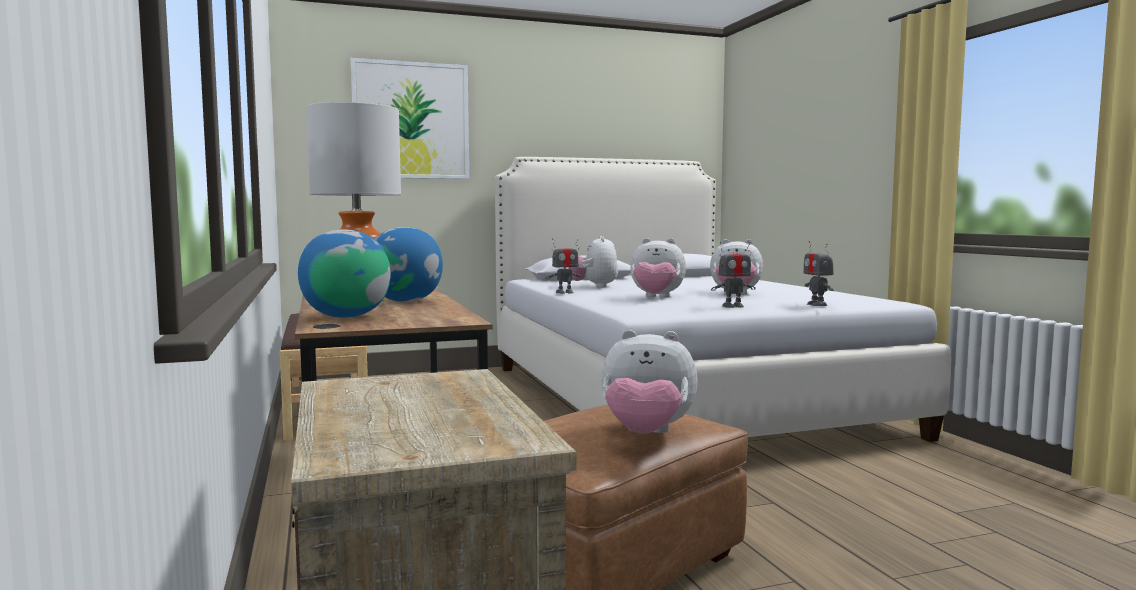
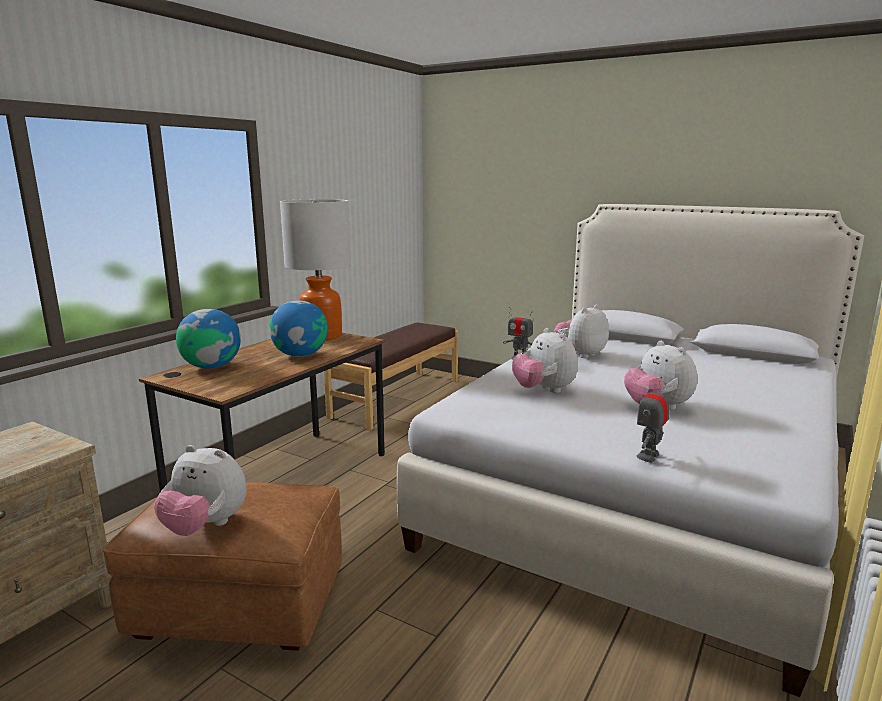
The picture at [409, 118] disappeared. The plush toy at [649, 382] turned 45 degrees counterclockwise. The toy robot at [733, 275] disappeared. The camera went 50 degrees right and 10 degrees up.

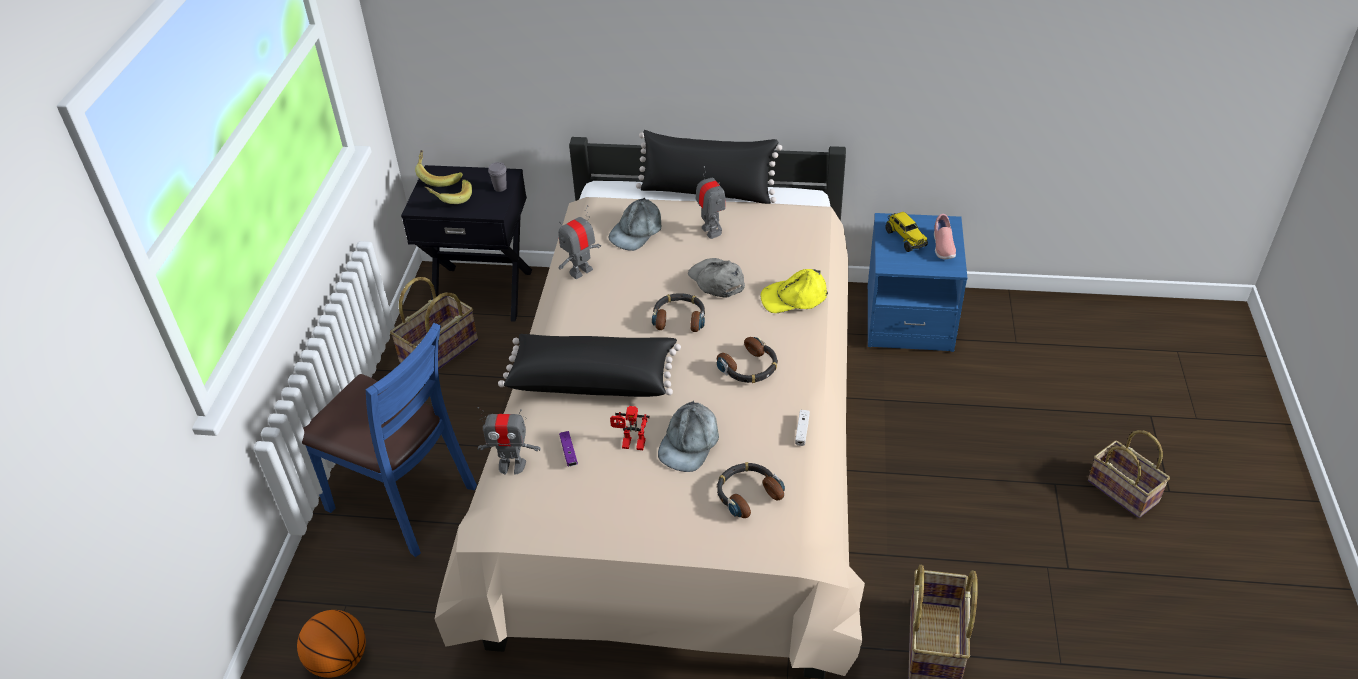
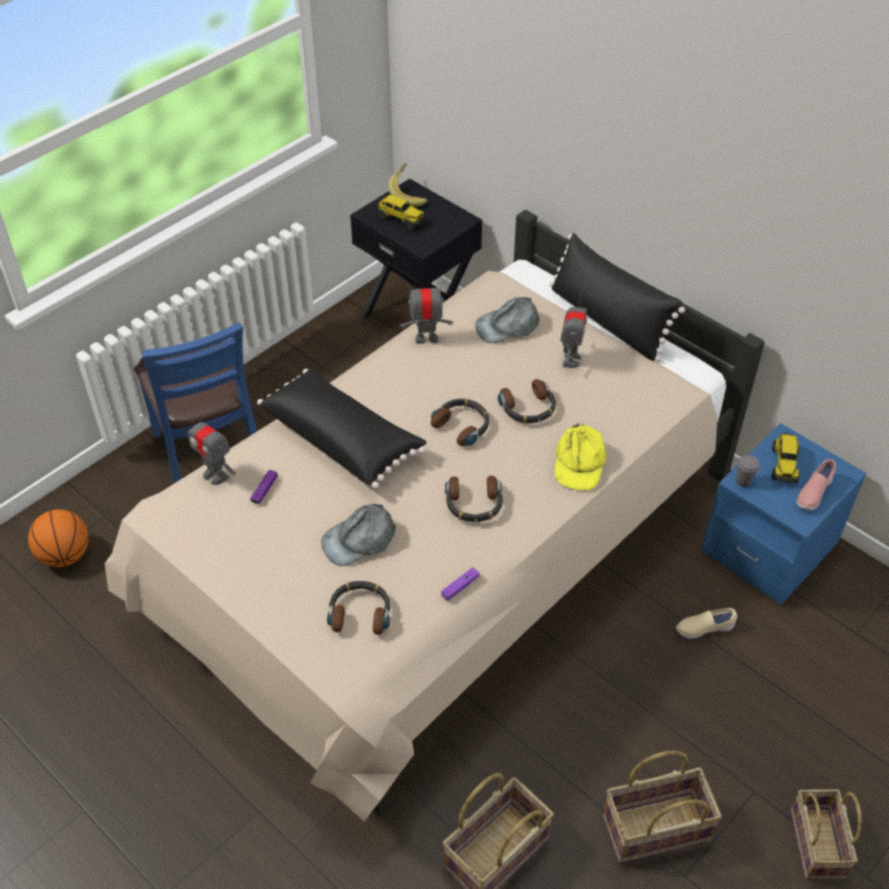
The basket moved from [434, 323] to [662, 807]. The banana at [448, 192] was replaced by the toy truck at [400, 212]. The cup (grey) moved from [497, 177] to [748, 471]. The toy robot at [630, 428] disappeared. The cap (grey) at [716, 278] was replaced by the headphones at [527, 401]. The cap (yellow) at [794, 291] turned 105 degrees counterclockwise. The game controller (white) at [802, 428] became the game controller (purple) at [460, 584]. The shoe (beige) at [706, 623] appeared. The camera went 35 degrees right and 5 degrees up.

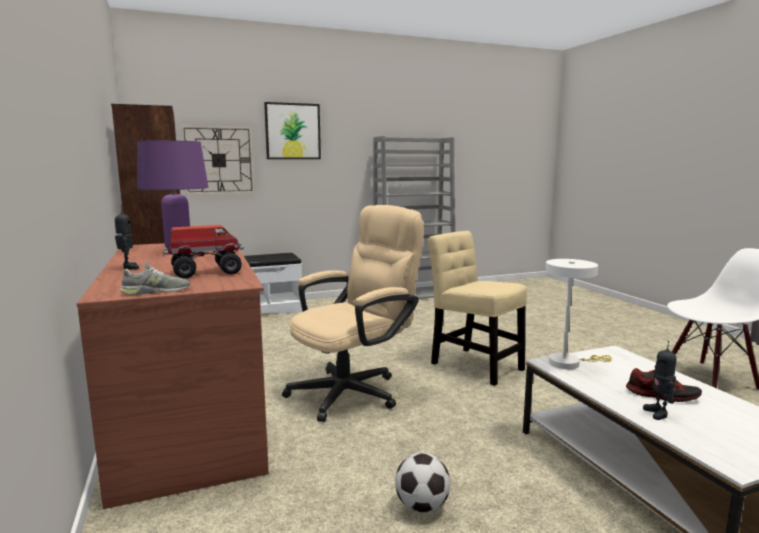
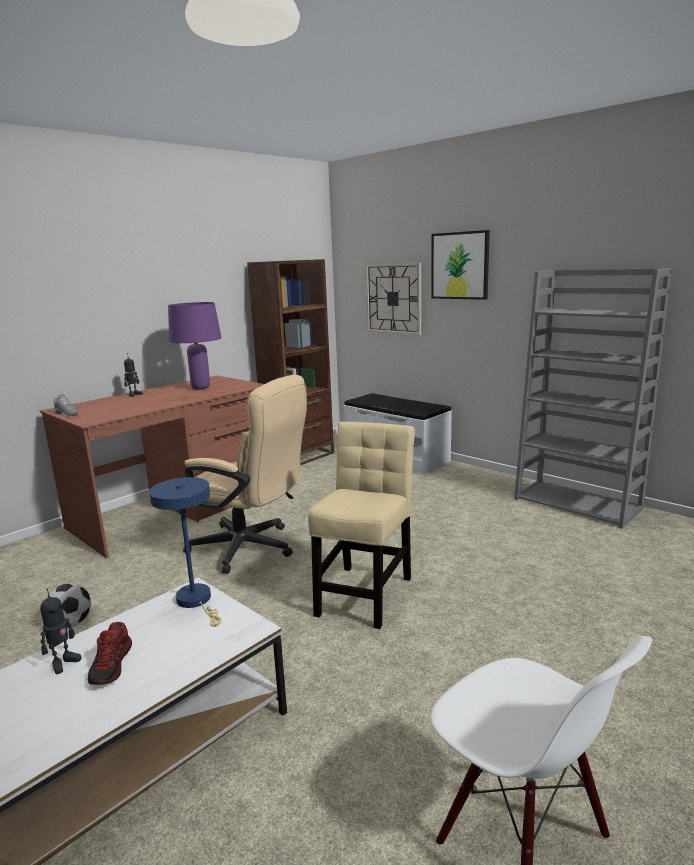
The toy truck at [203, 252] disappeared. The table lamp (white) at [578, 314] became the table lamp (blue) at [185, 552]. The toy robot at [660, 380] turned 150 degrees clockwise. The camera went 65 degrees right and 5 degrees up.

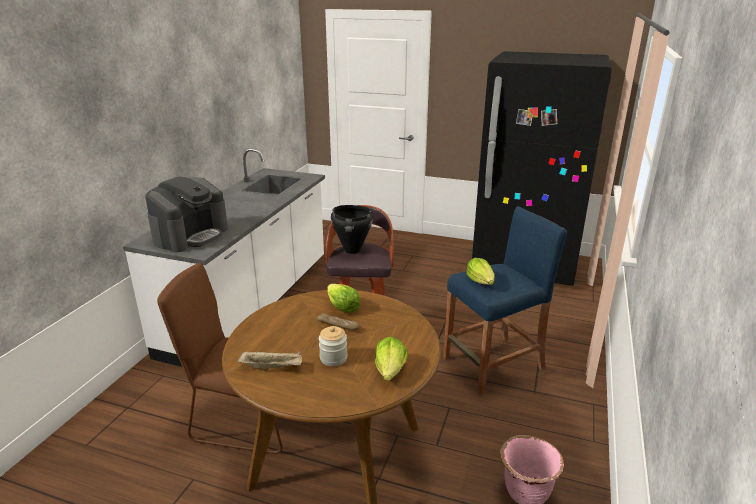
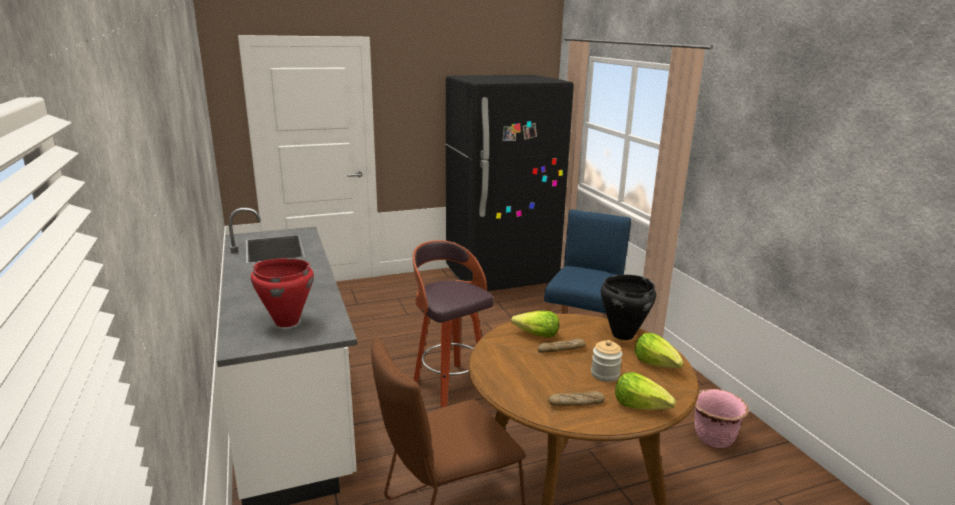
The coffee machine at [186, 214] was replaced by the cooking pot (red) at [282, 293]. The tray (beige) at [270, 361] was replaced by the bread at [576, 398]. The cooking pot (black) moved from [352, 229] to [628, 307]. The lettuce moved from [480, 271] to [645, 391]. The camera went 40 degrees left and 5 degrees down.

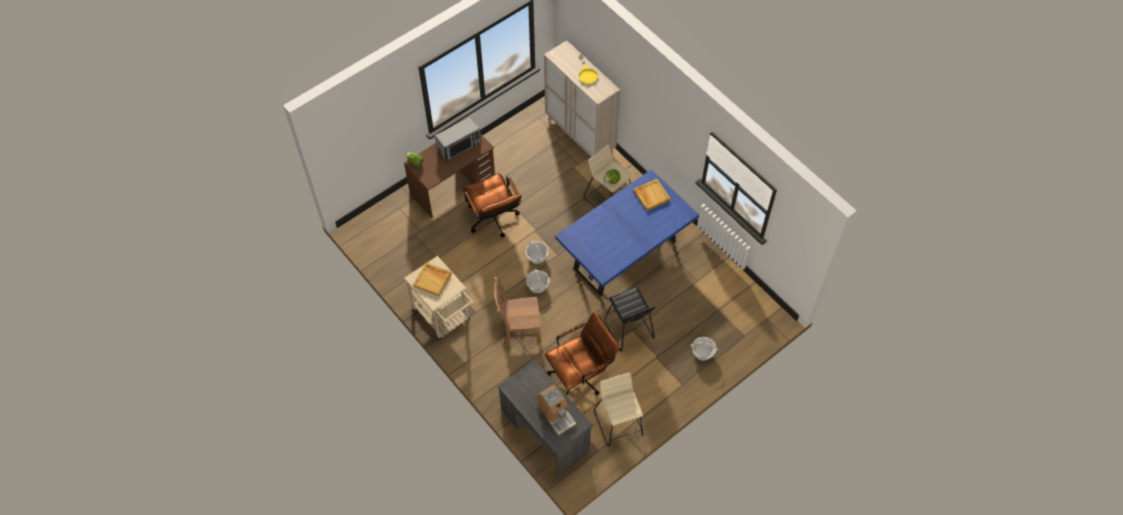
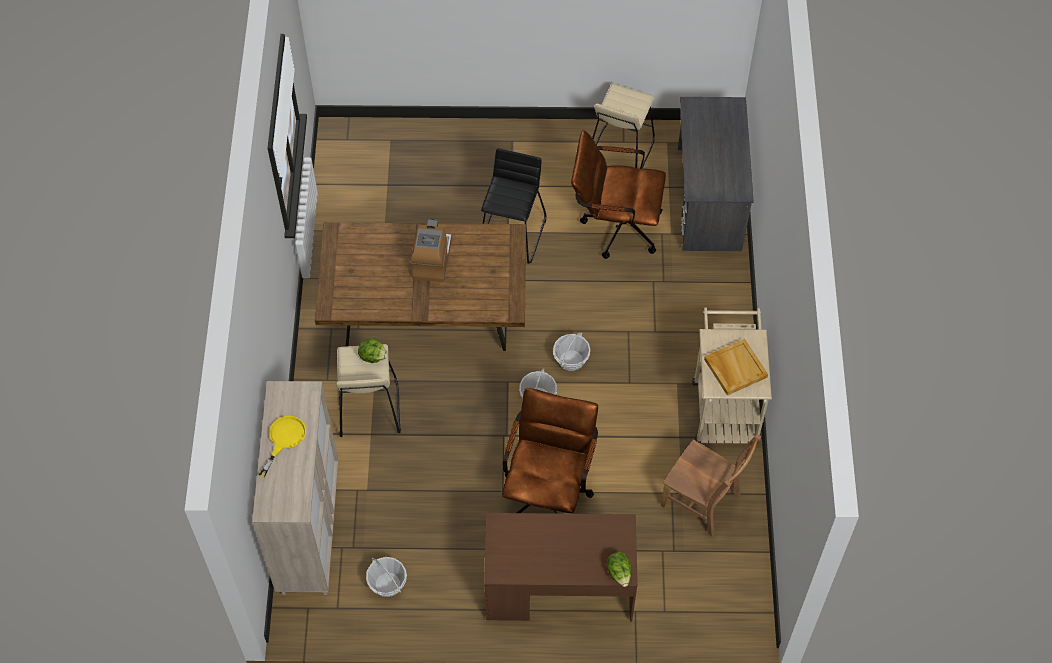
The microwave at [458, 139] disappeared. The chair (brown) moved from [517, 312] to [711, 486]. The coffee machine moved from [556, 410] to [431, 250]. The dining table (blue) at [627, 233] became the dining table (brown) at [420, 286]. The tray (beige) at [652, 195] disappeared. The basket moved from [704, 349] to [386, 577]. The camera went 140 degrees left and 0 degrees up.

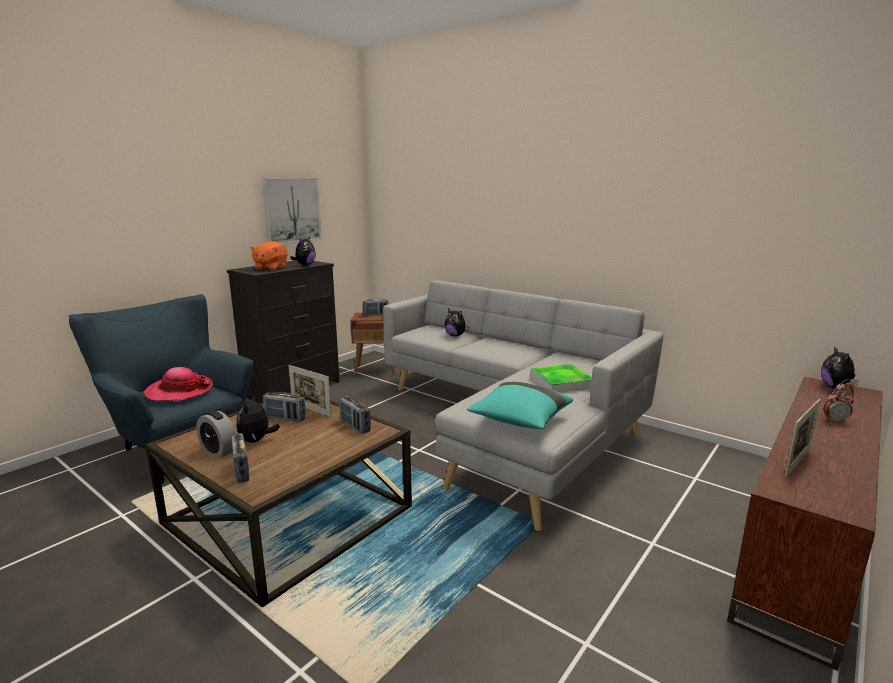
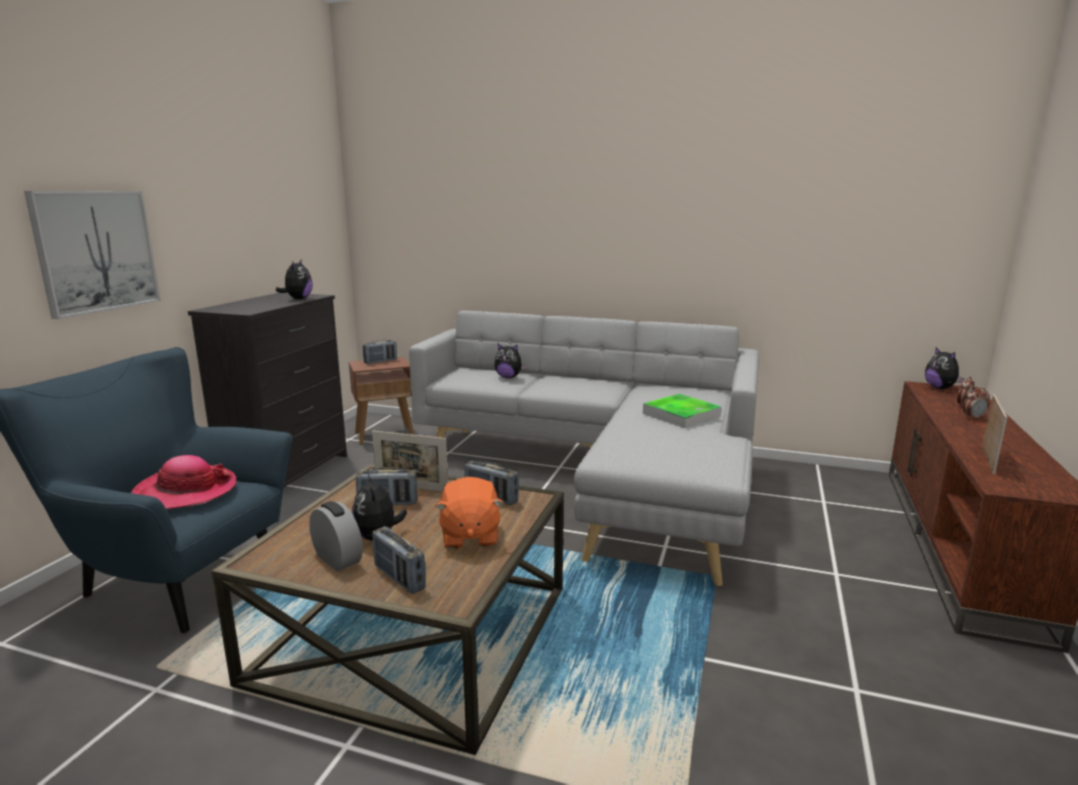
The alarm clock at [216, 434] turned 150 degrees counterclockwise. The plush toy (orange) moved from [268, 255] to [469, 513]. The picture moved from [292, 211] to [92, 255]. The pillow (turquoise) at [520, 405] disappeared. The camera went 20 degrees left and 0 degrees up.

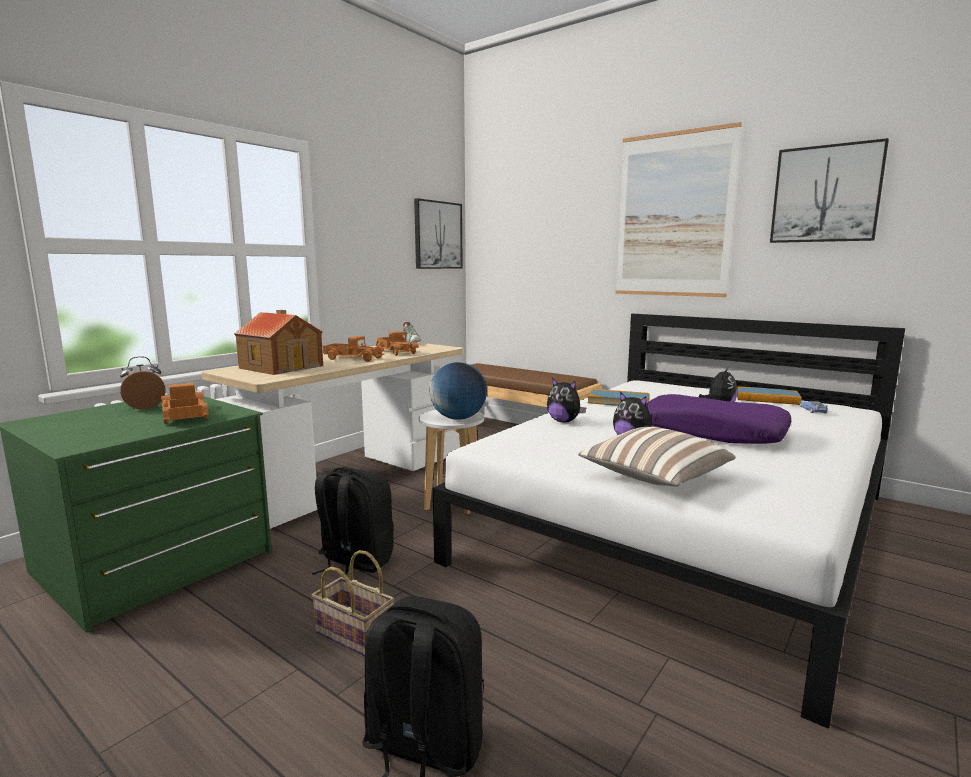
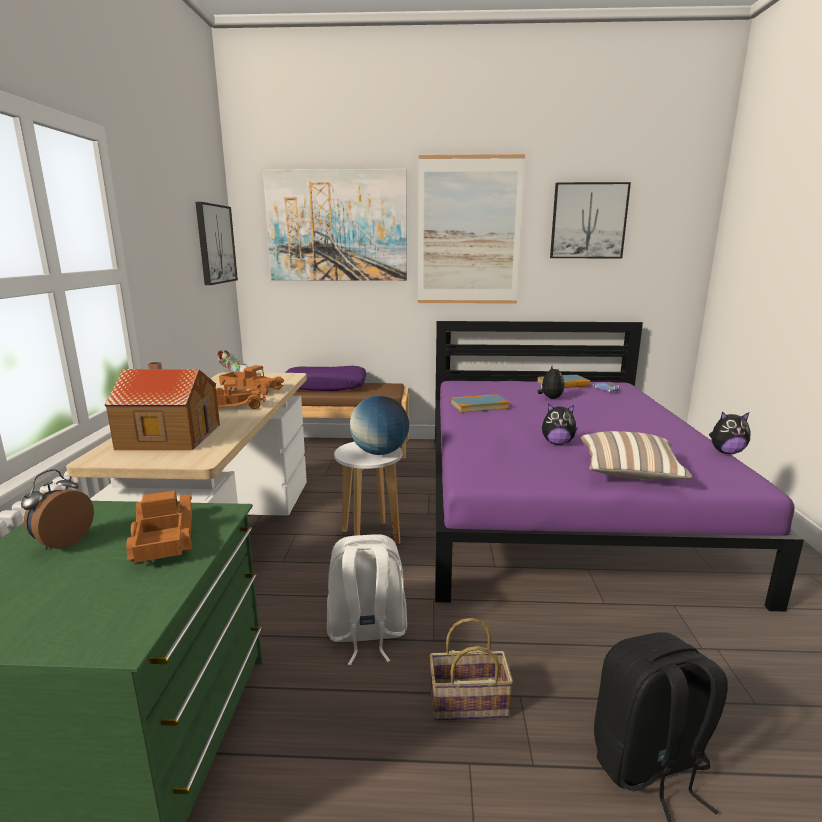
The toy truck at [185, 403] turned 45 degrees clockwise. The backpack (black) at [353, 521] became the backpack (white) at [367, 599]. The bed (white) at [669, 521] became the bed (purple) at [619, 466]. The plush toy moved from [566, 400] to [729, 432]. The pillow (purple) moved from [718, 419] to [325, 378]. The picture at [335, 225] appeared. The camera went 35 degrees left and 5 degrees up.

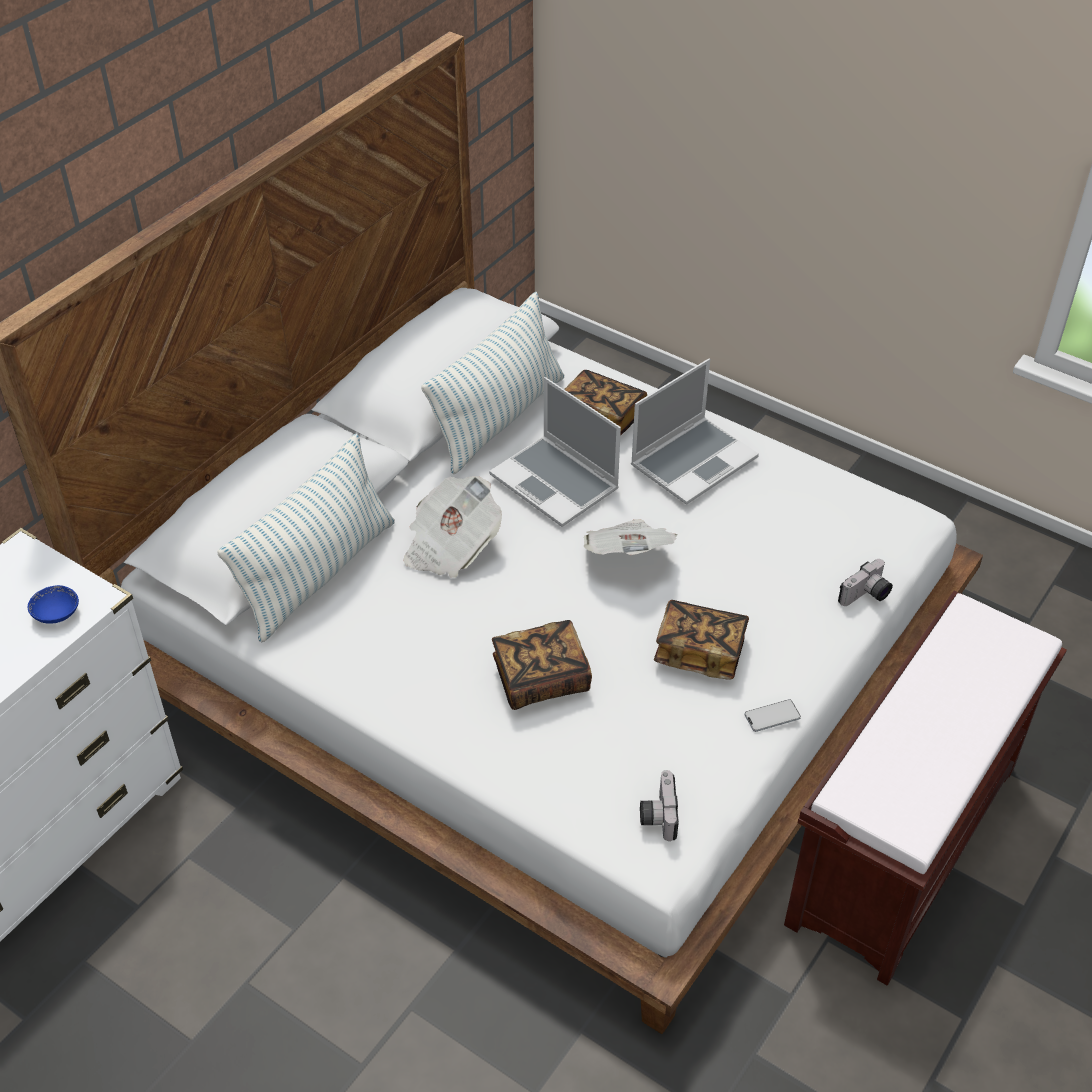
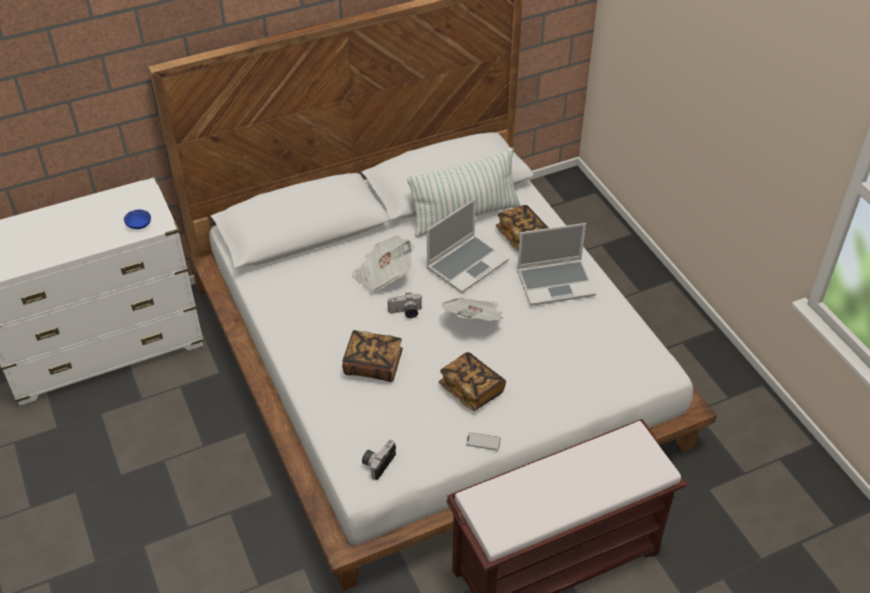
The pillow at [306, 537] disappeared. The laptop at [555, 452] turned 120 degrees counterclockwise. The photo camera moved from [865, 582] to [405, 305]. The camera went 30 degrees right and 0 degrees up.

